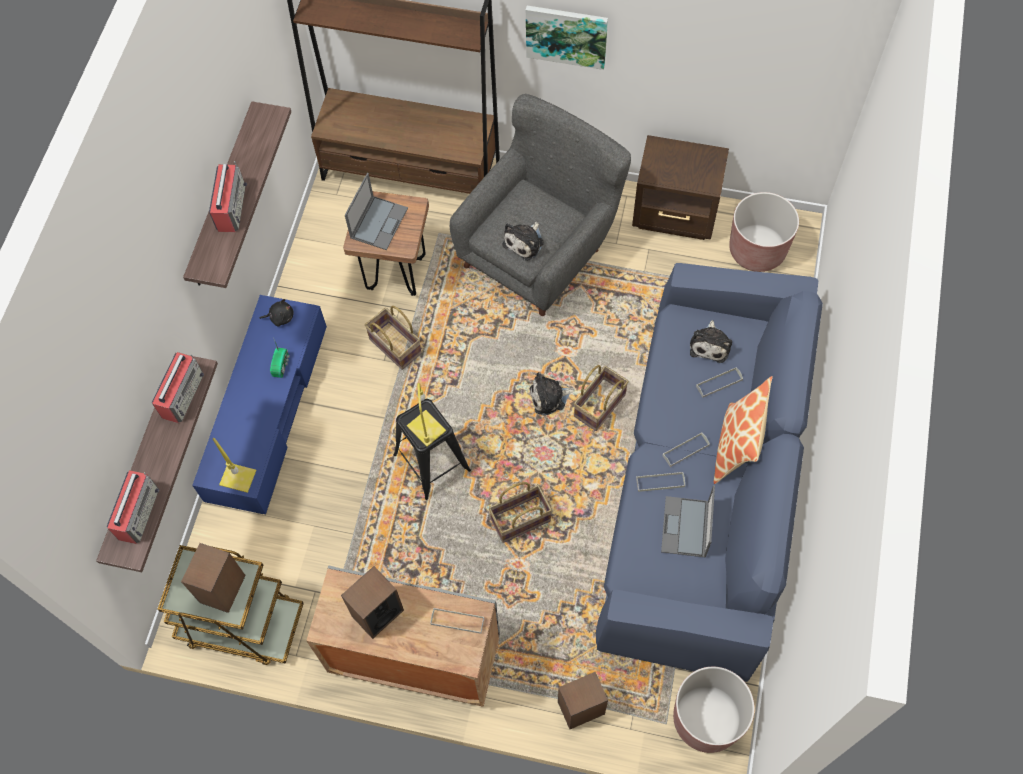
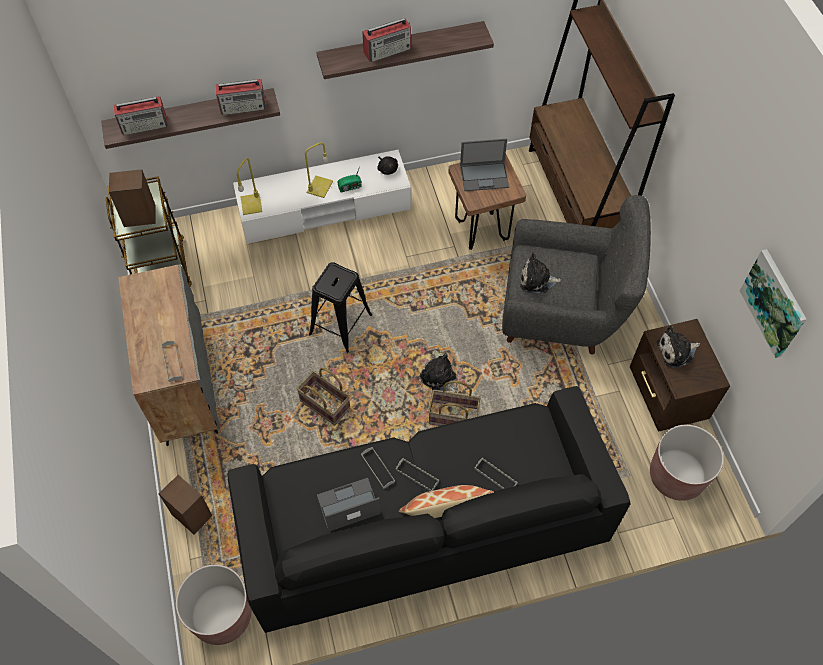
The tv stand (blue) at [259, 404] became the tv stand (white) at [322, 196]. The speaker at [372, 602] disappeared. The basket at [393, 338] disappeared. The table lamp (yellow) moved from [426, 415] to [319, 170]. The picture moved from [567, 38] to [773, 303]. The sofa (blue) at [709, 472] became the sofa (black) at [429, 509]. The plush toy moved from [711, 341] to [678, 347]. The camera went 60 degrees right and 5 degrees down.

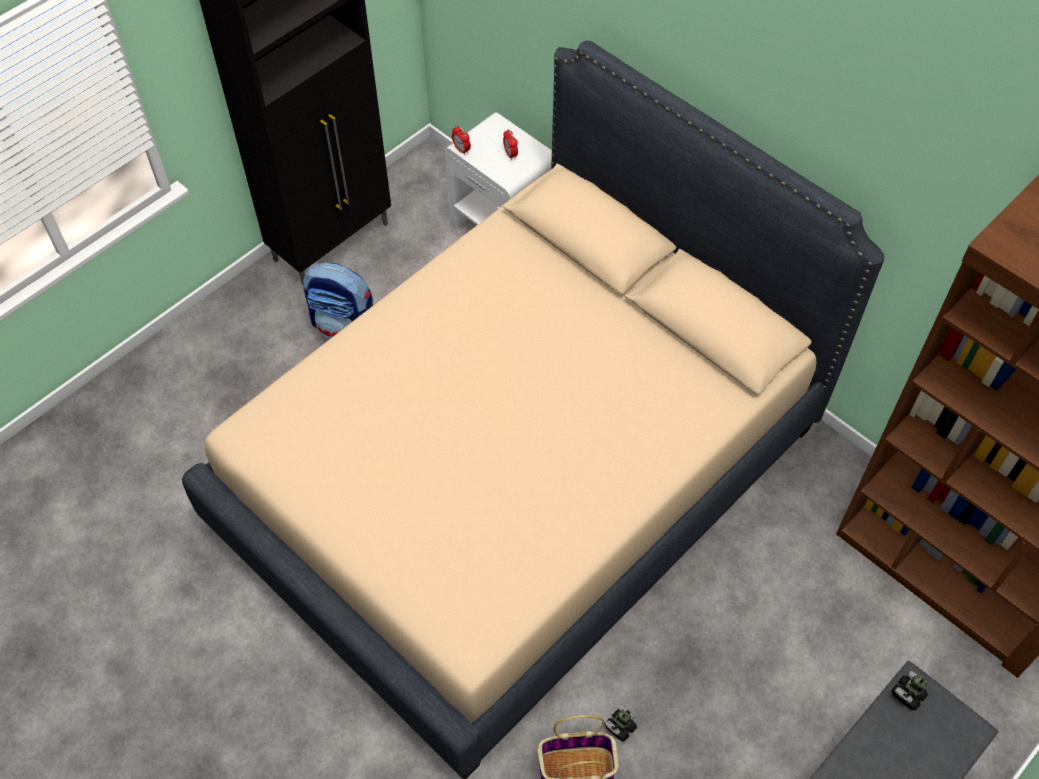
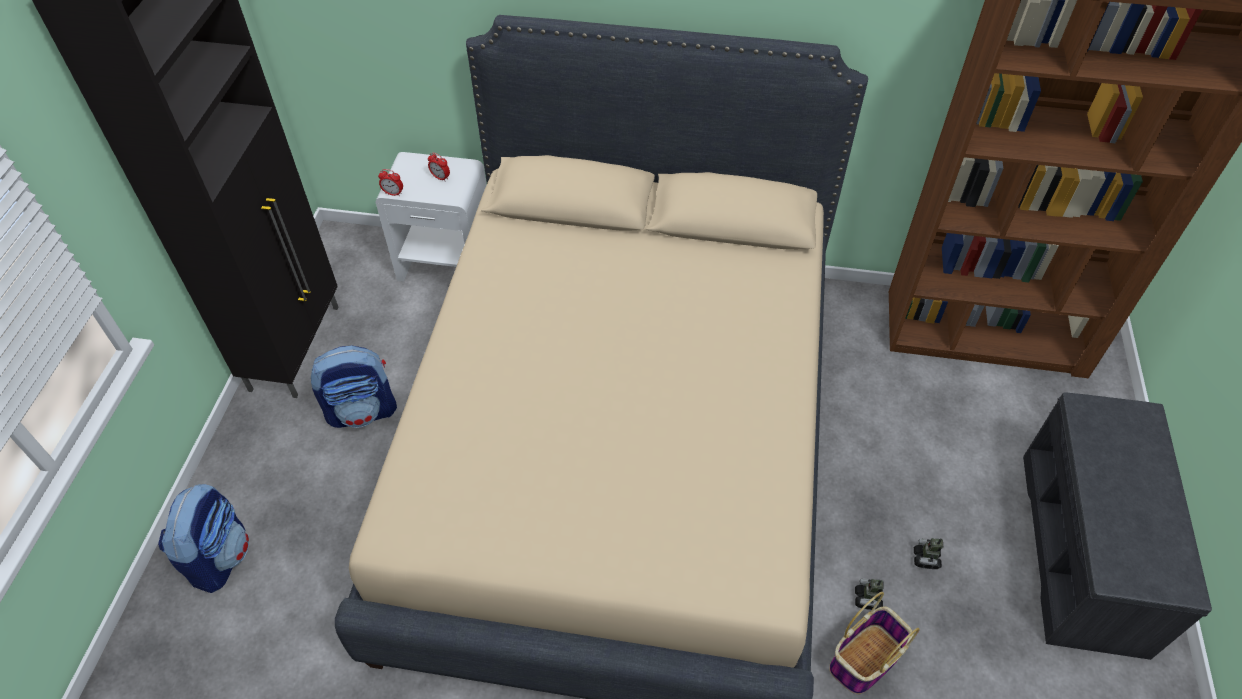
The toy robot moved from [909, 690] to [928, 553]. The backpack at [203, 538] appeared. The camera went 35 degrees left and 5 degrees down.

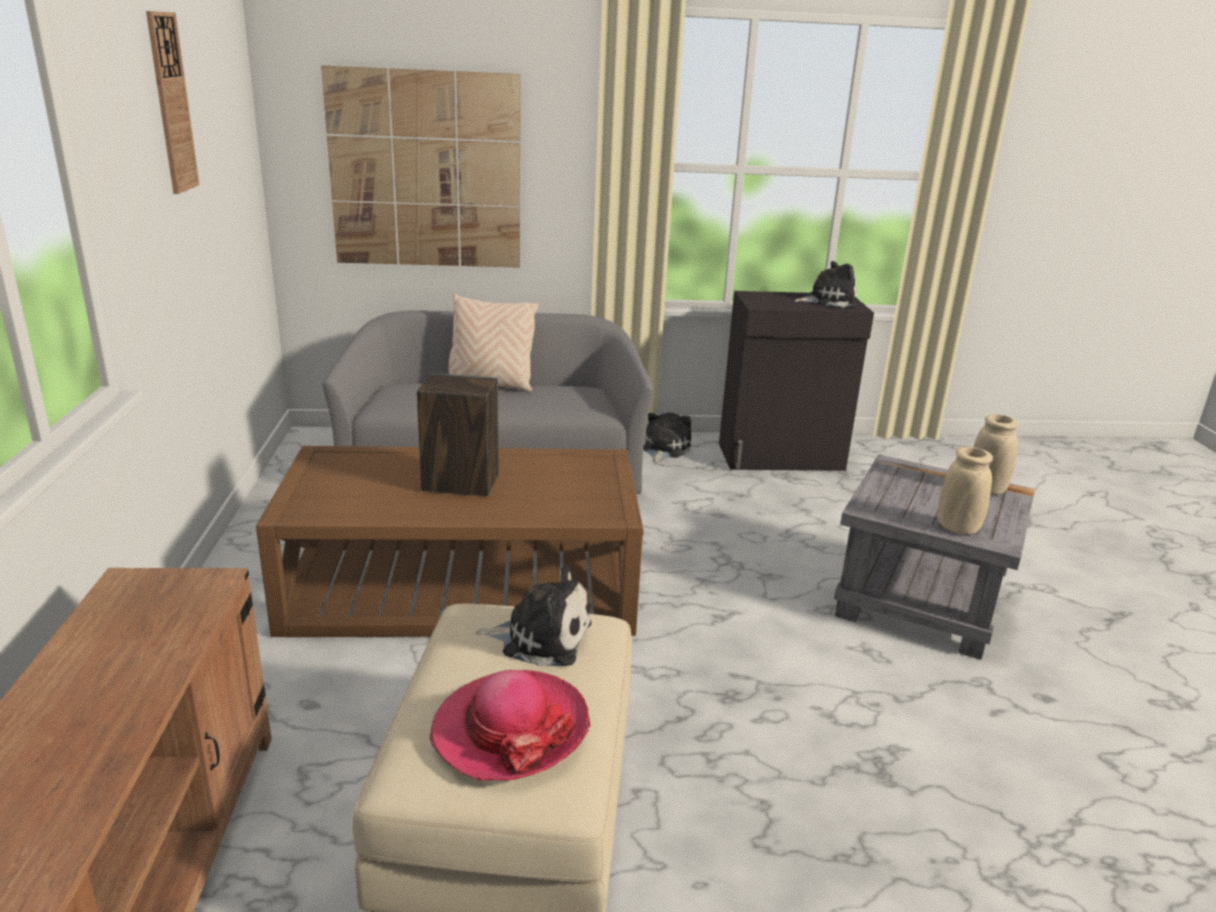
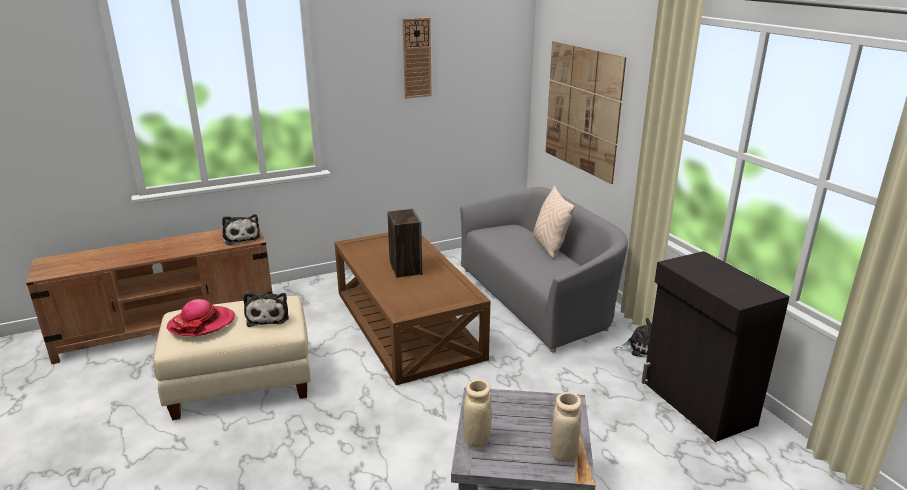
The plush toy moved from [826, 284] to [241, 229]. The camera went 70 degrees right and 0 degrees up.

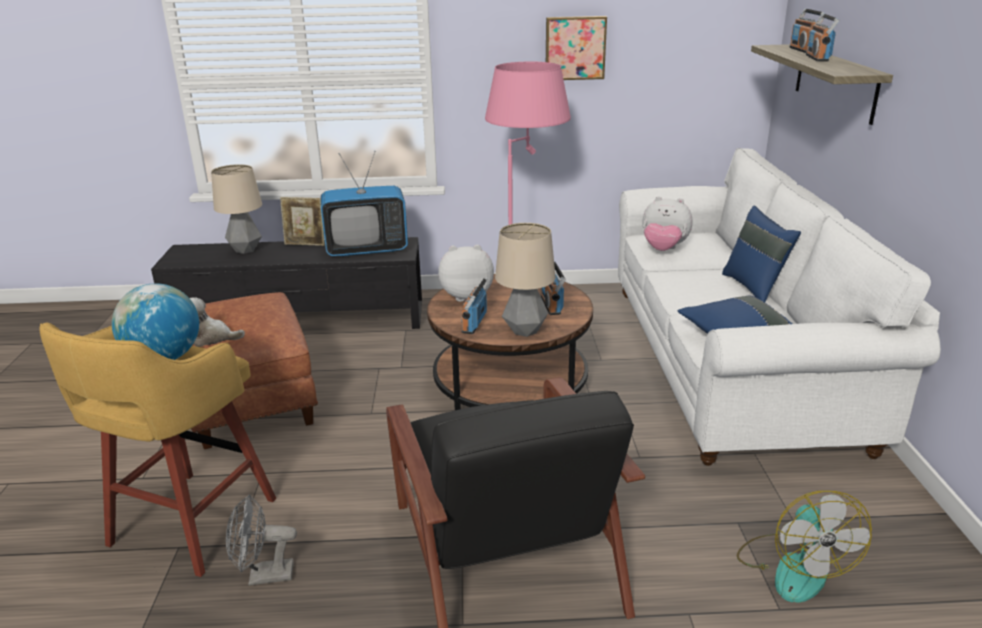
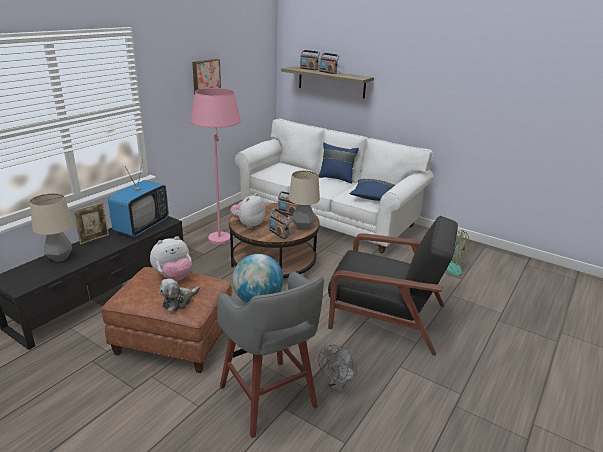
The stool (yellow) at [157, 449] became the stool (grey) at [270, 355]. The plush toy moved from [667, 223] to [171, 258]. The camera went 55 degrees left and 0 degrees up.

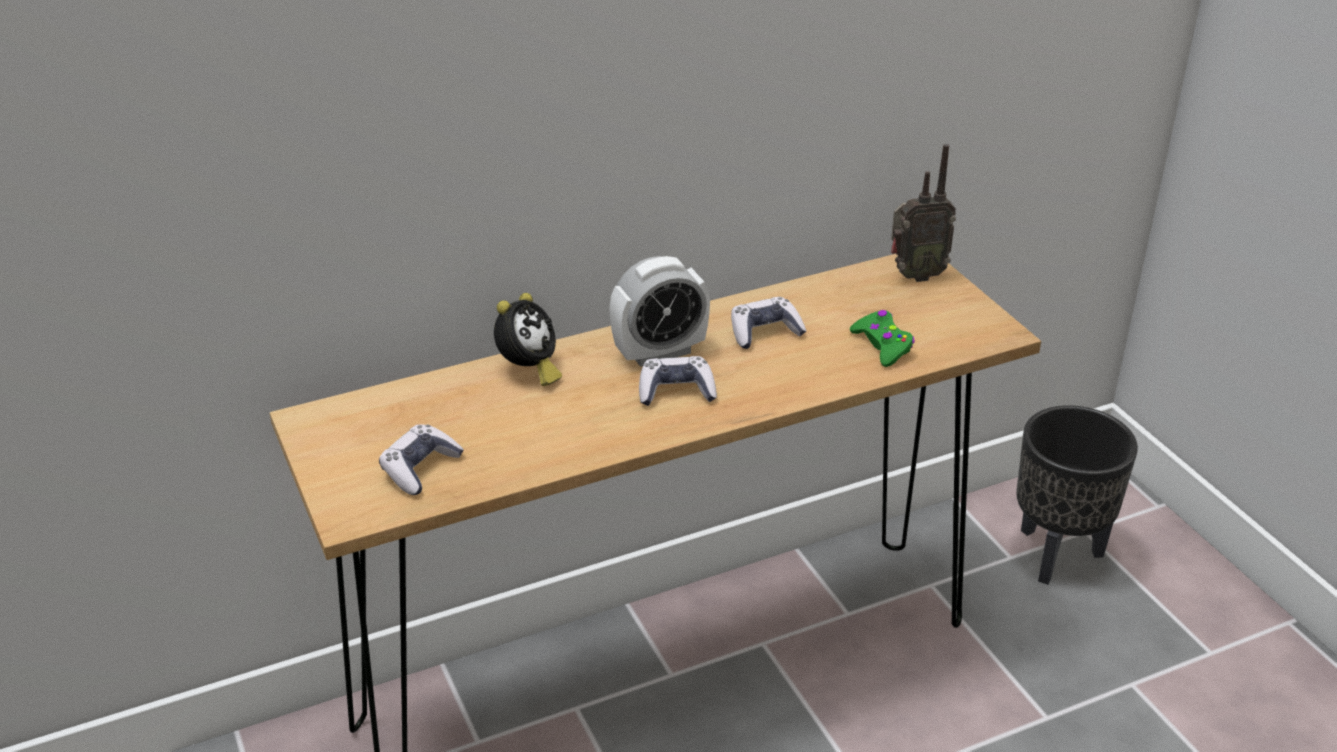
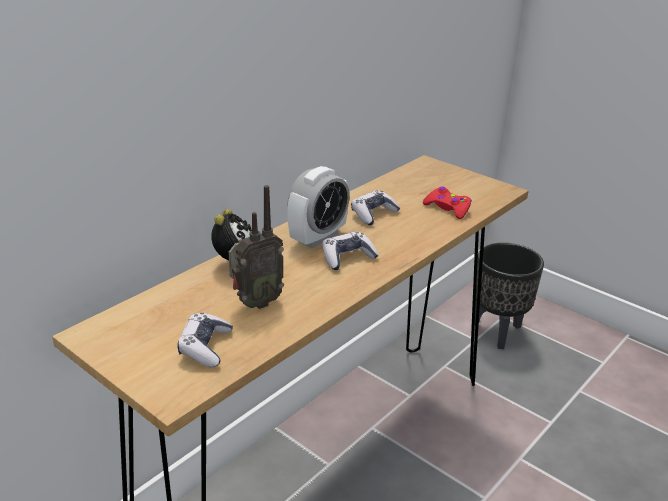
The game controller (green) at [882, 338] became the game controller (red) at [447, 203]. The radio moved from [923, 213] to [256, 247]. The camera went 25 degrees left and 5 degrees down.

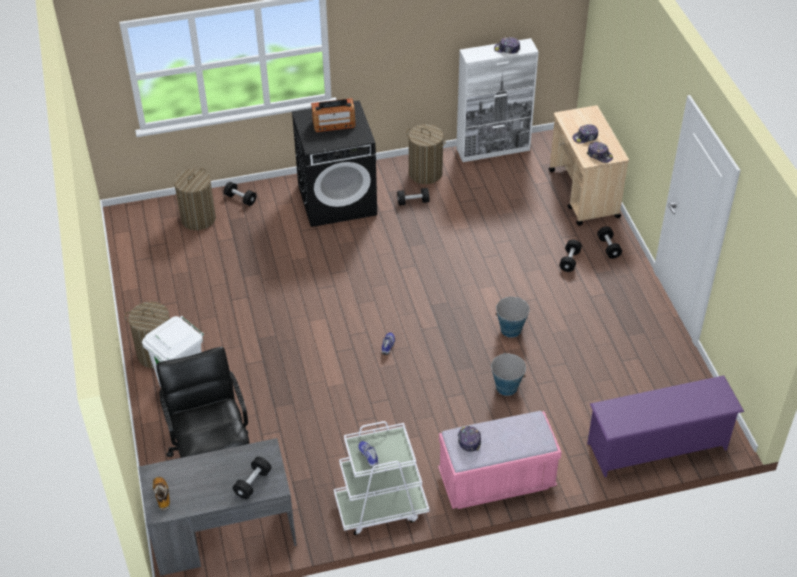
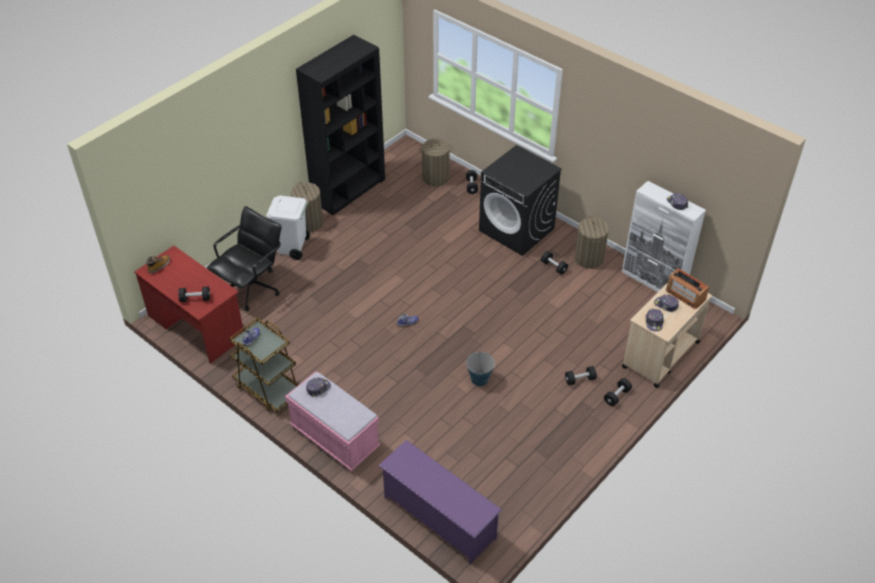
The desk (grey) at [218, 507] became the desk (red) at [189, 305]. The radio moved from [333, 115] to [687, 288]. The cart (white) at [381, 478] became the cart (brown) at [264, 365]. The bucket at [508, 374] disappeared. The bookcase (black) at [340, 125] appeared. The camera went 55 degrees right and 0 degrees up.

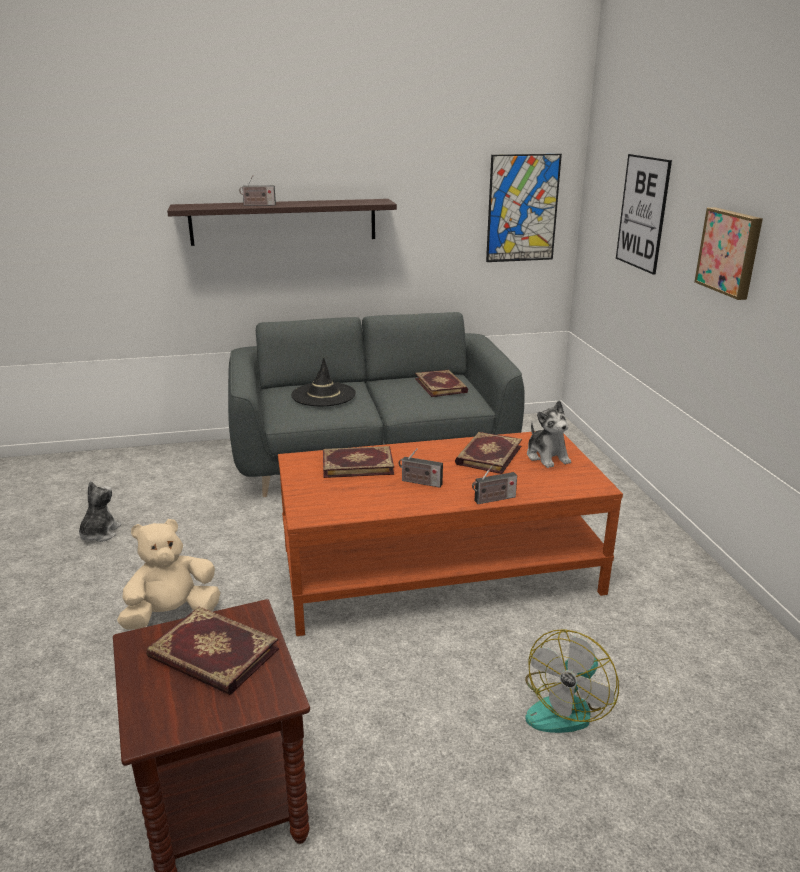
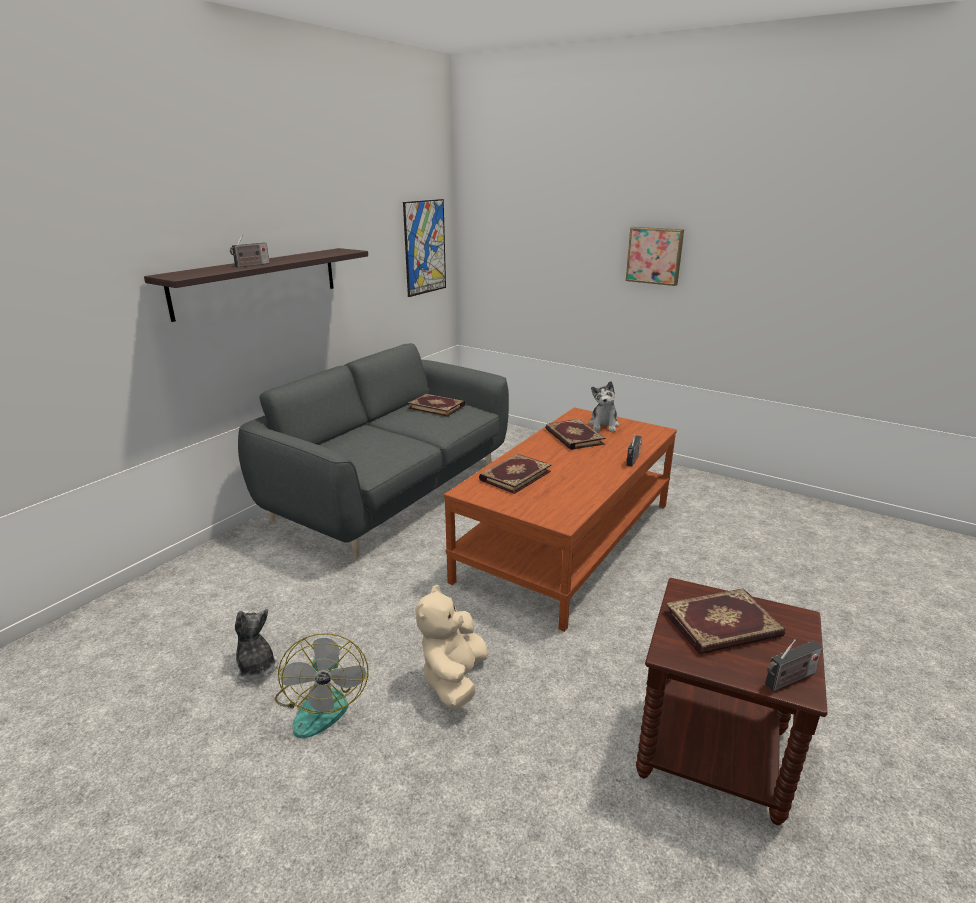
The hat (black) at [323, 381] disappeared. The radio moved from [420, 468] to [793, 665]. The fan moved from [572, 681] to [321, 685]. The plush toy at [549, 434] turned 75 degrees clockwise. The picture at [644, 214] disappeared. The camera went 45 degrees left and 0 degrees up.

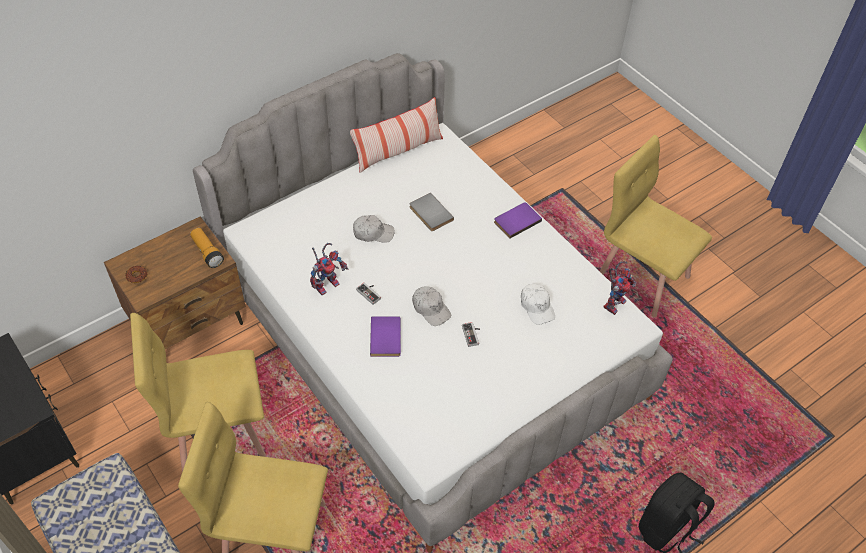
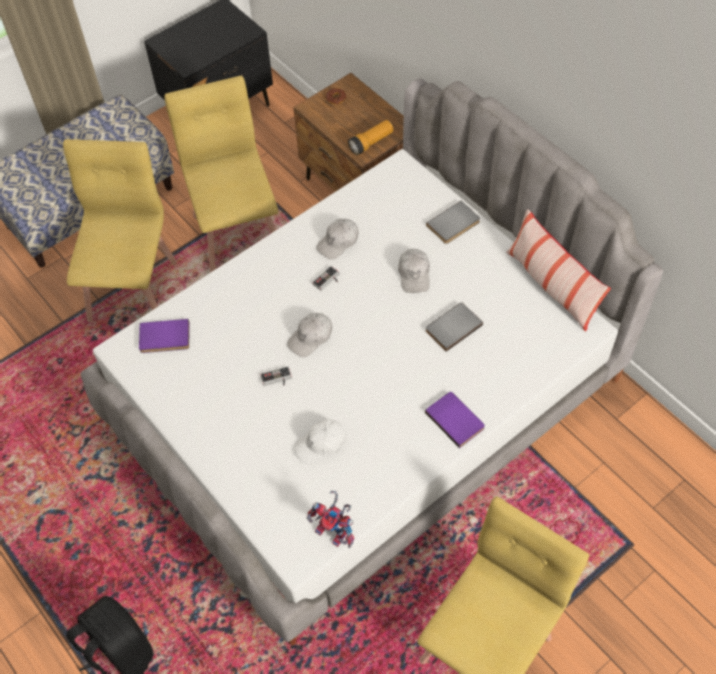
The toy robot at [329, 269] was replaced by the cap (white) at [337, 239]. The book (purple) moved from [385, 336] to [164, 336]. The book (grey) at [453, 222] appeared. The camera went 90 degrees right and 5 degrees up.

